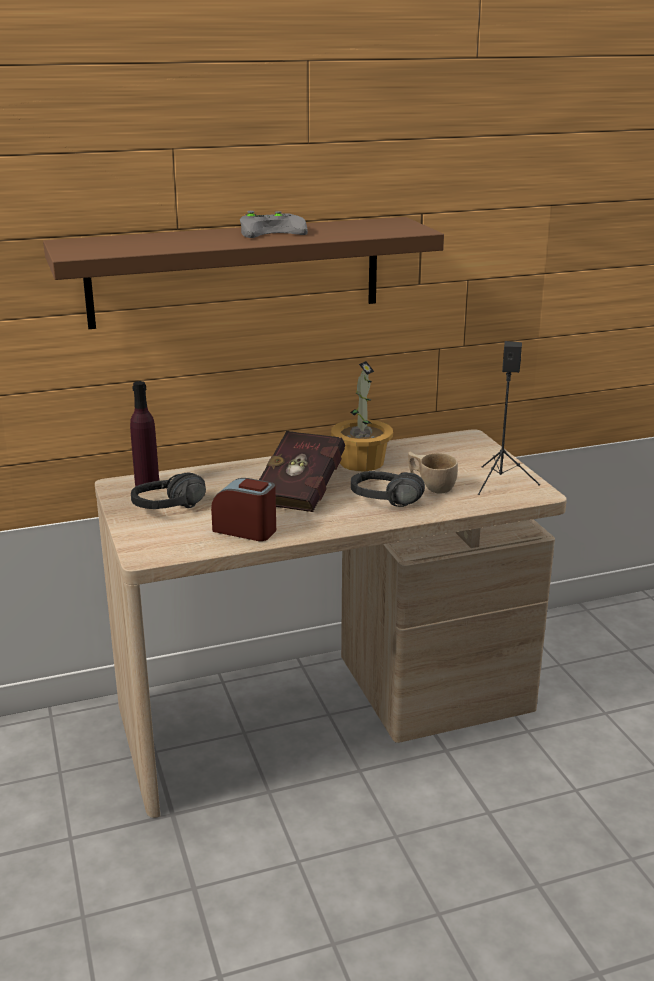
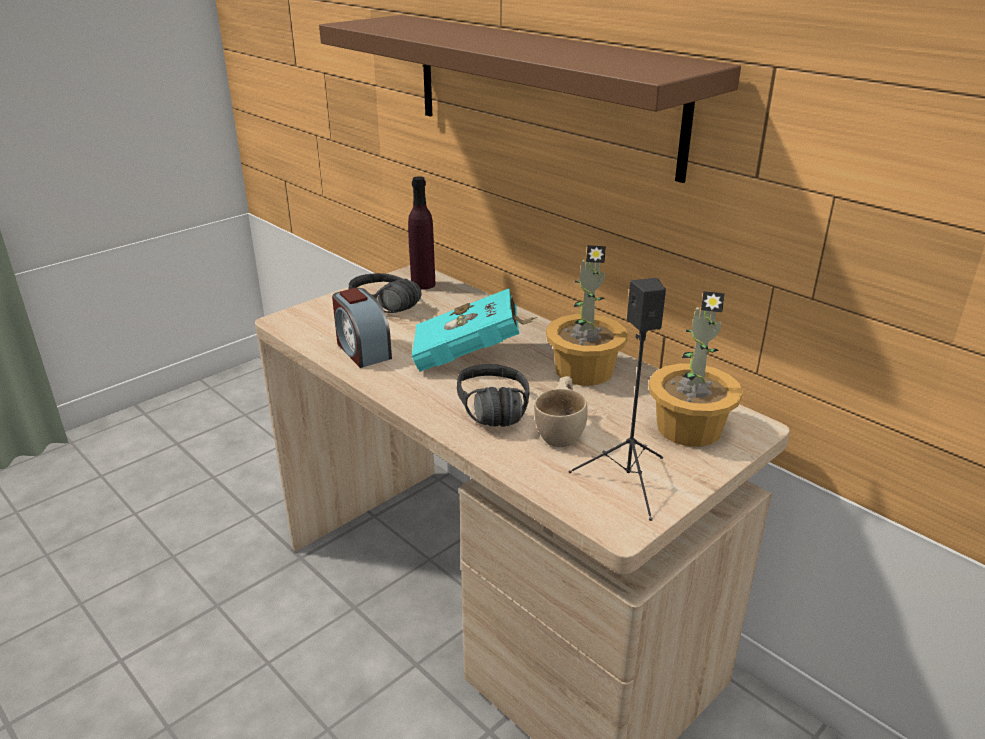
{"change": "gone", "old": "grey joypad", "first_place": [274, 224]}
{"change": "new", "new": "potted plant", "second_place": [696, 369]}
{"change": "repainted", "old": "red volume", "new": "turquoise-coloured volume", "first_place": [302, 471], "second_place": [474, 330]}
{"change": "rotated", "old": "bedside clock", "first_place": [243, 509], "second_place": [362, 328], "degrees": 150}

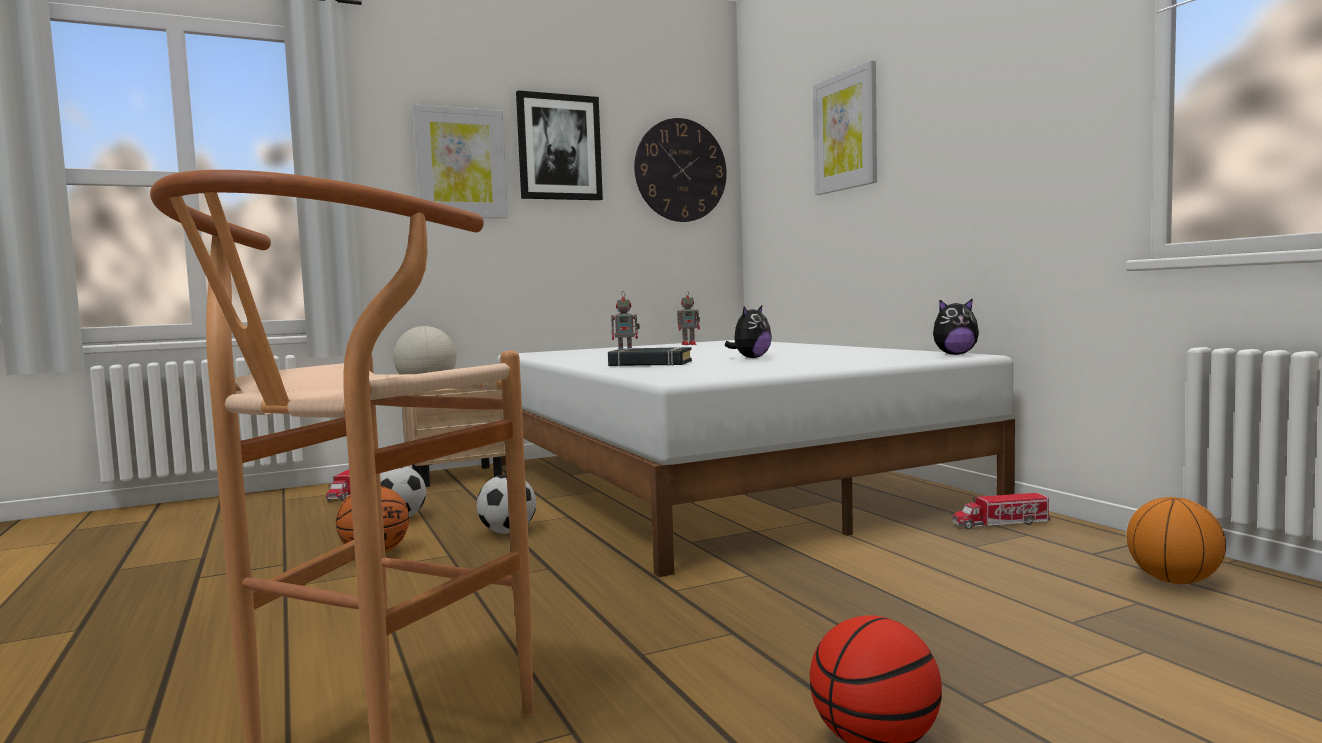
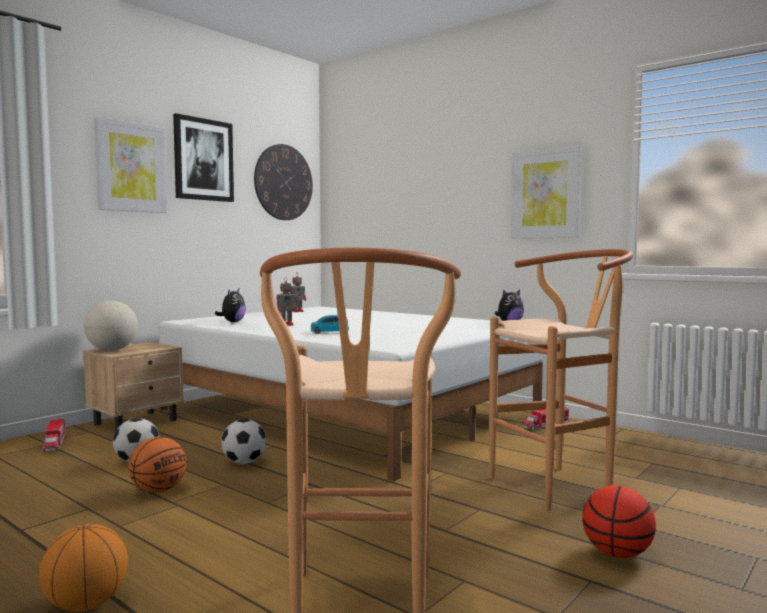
{"change": "new", "new": "brown stool", "second_place": [561, 379]}
{"change": "shifted", "old": "soft toy", "first_place": [748, 332], "second_place": [230, 305]}
{"change": "shifted", "old": "picture", "first_place": [845, 127], "second_place": [546, 192]}
{"change": "shifted", "old": "basketball", "first_place": [1176, 540], "second_place": [83, 568]}
{"change": "swapped", "old": "black volume", "new": "blue model car", "first_place": [650, 356], "second_place": [330, 324]}

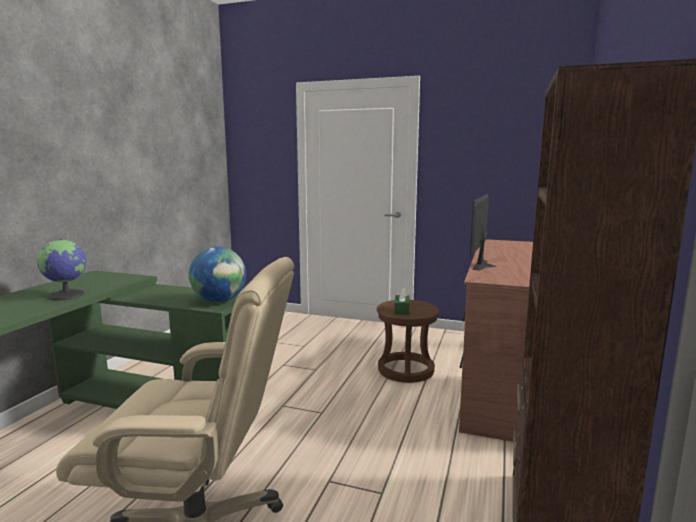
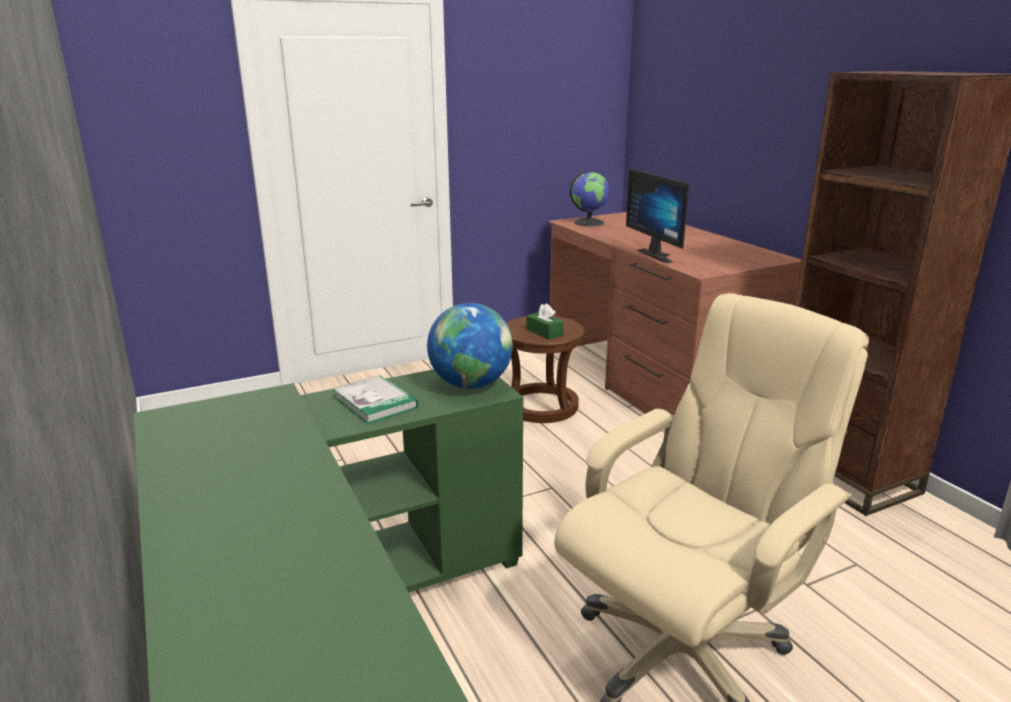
{"change": "new", "new": "volume", "second_place": [375, 399]}
{"change": "shifted", "old": "desk globe", "first_place": [61, 270], "second_place": [589, 199]}

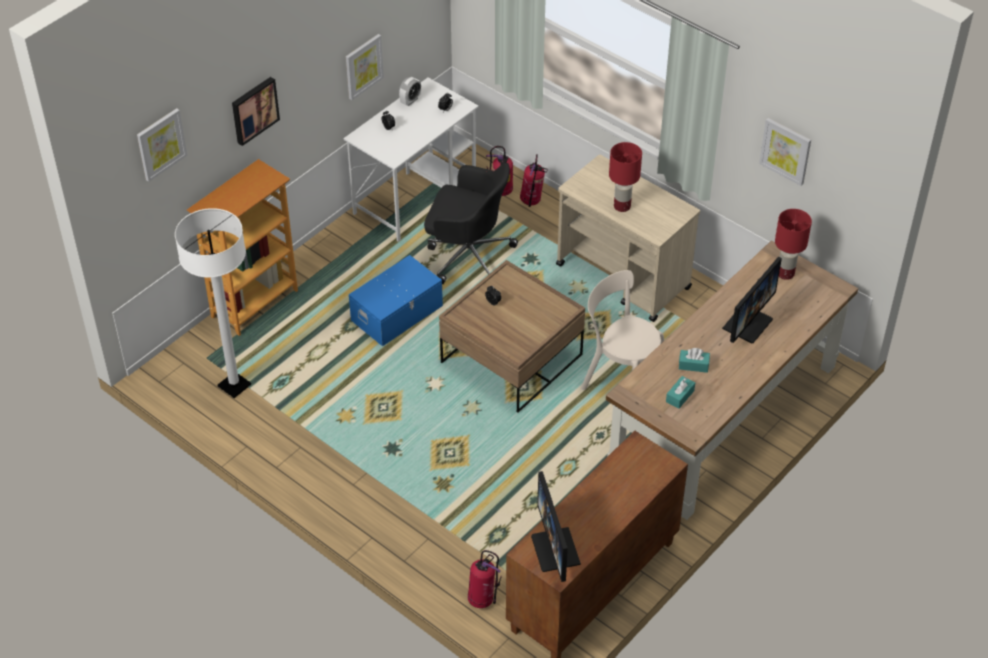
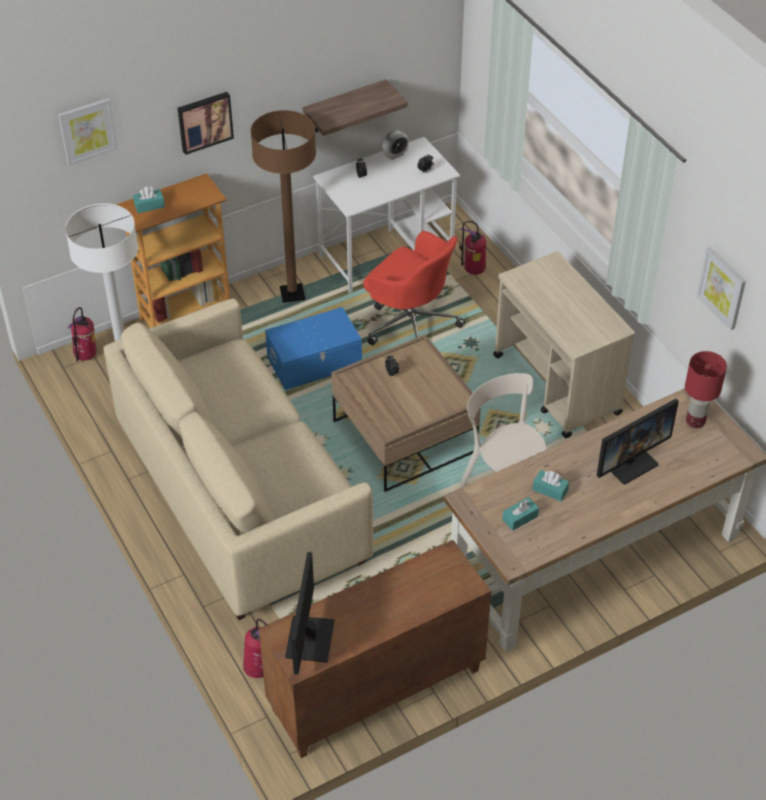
{"change": "gone", "old": "red lamp for a table", "first_place": [625, 177]}
{"change": "new", "new": "sand-coloured settee", "second_place": [239, 459]}
{"change": "new", "new": "turquoise-coloured box of tissues", "second_place": [149, 199]}
{"change": "new", "new": "brown standard lamp", "second_place": [283, 206]}
{"change": "shifted", "old": "extinguisher", "first_place": [534, 180], "second_place": [81, 334]}
{"change": "swapped", "old": "picture", "new": "shelf", "first_place": [365, 67], "second_place": [355, 107]}
{"change": "repainted", "old": "black desk chair", "new": "red desk chair", "first_place": [471, 223], "second_place": [414, 288]}

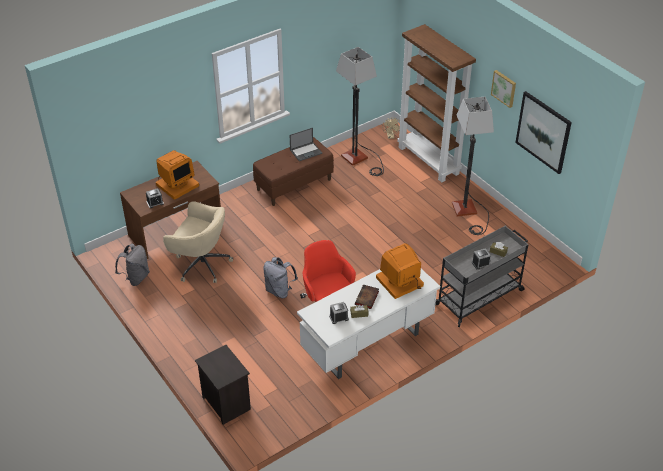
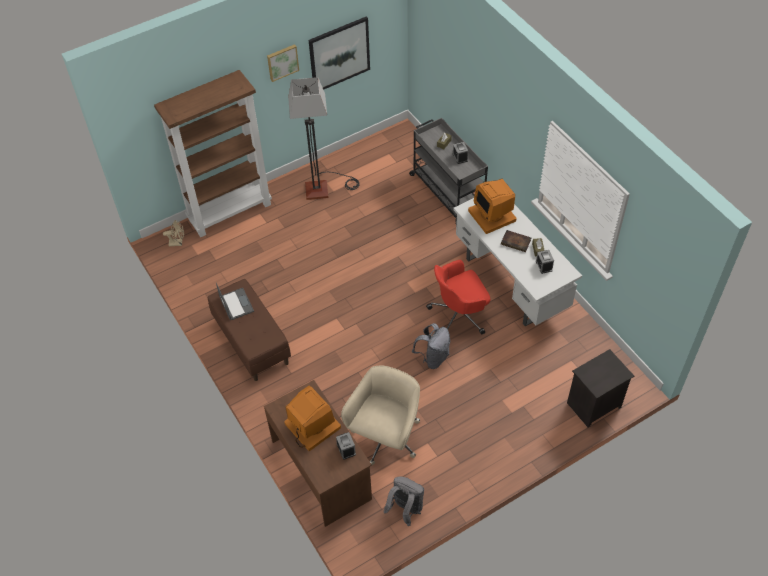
{"change": "gone", "old": "standard lamp", "first_place": [360, 111]}

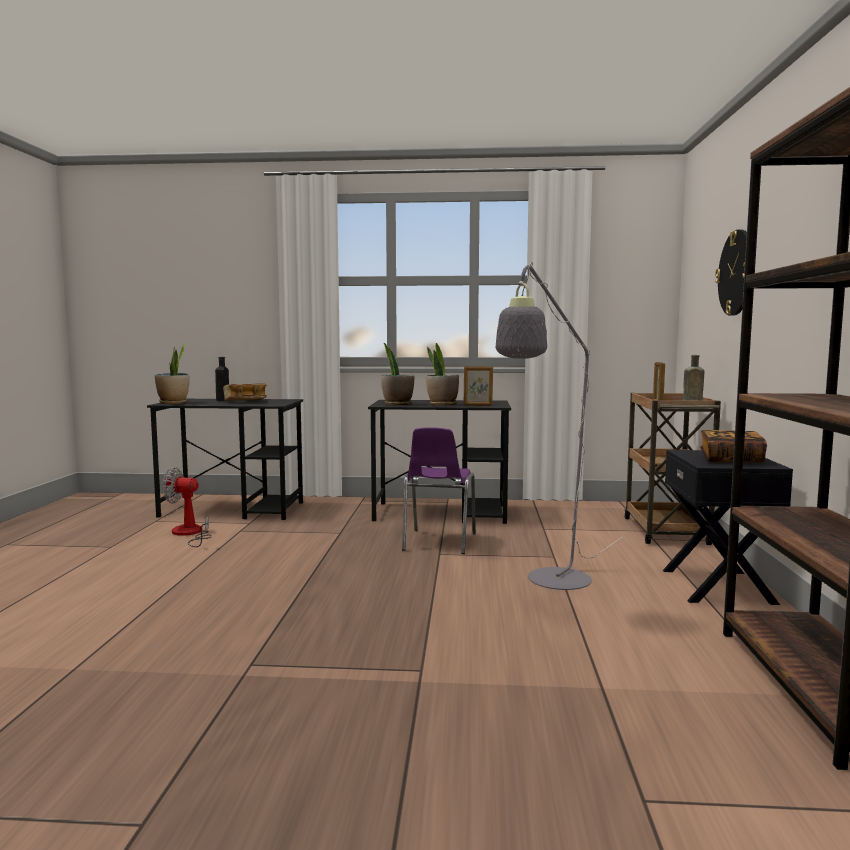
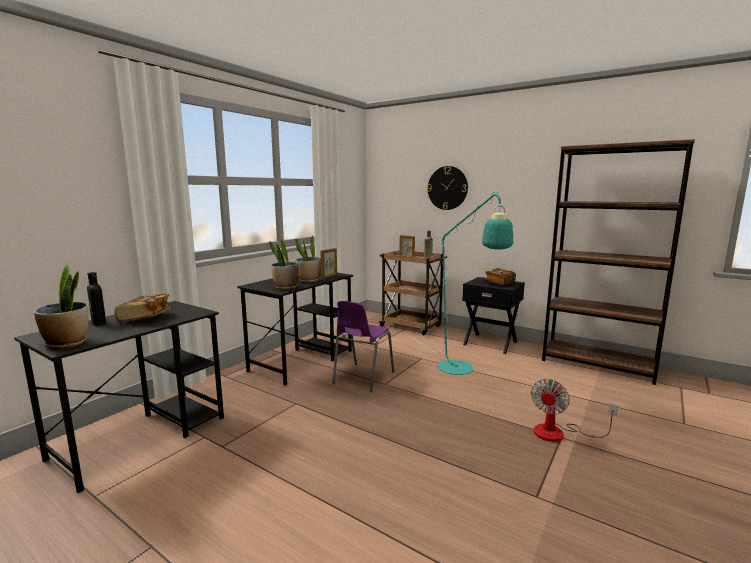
{"change": "shifted", "old": "electric fan", "first_place": [187, 507], "second_place": [574, 410]}
{"change": "repainted", "old": "grey standard lamp", "new": "turquoise-coloured standard lamp", "first_place": [559, 426], "second_place": [462, 283]}
{"change": "rotated", "old": "purplish chair", "first_place": [439, 490], "second_place": [363, 346], "degrees": 75}

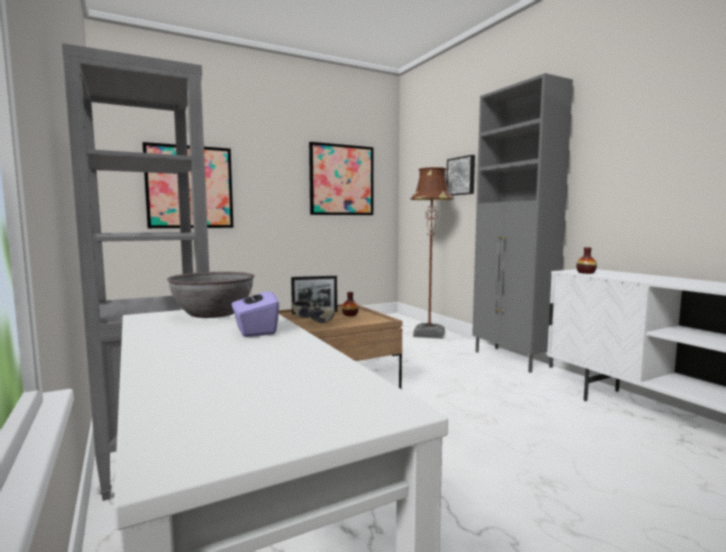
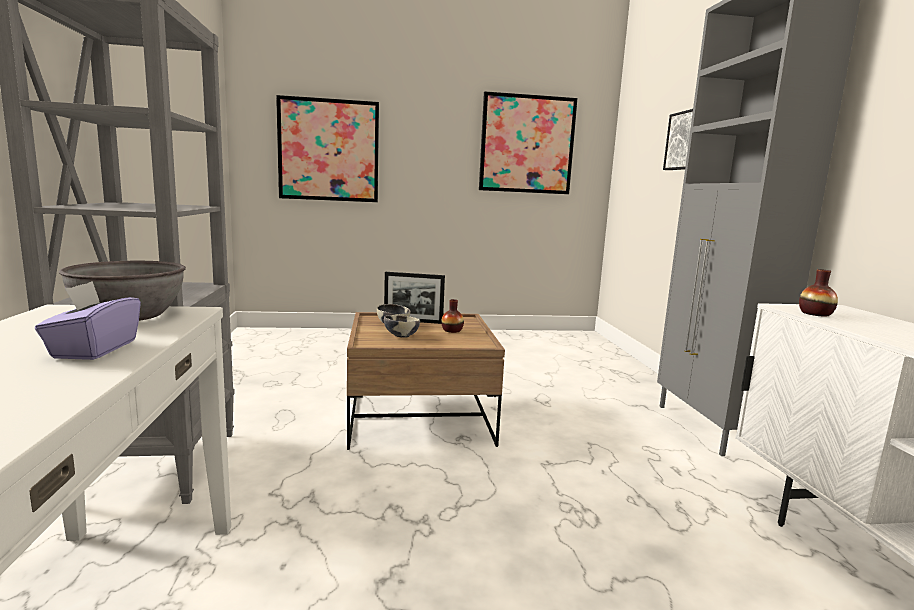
{"change": "gone", "old": "brown standard lamp", "first_place": [432, 253]}

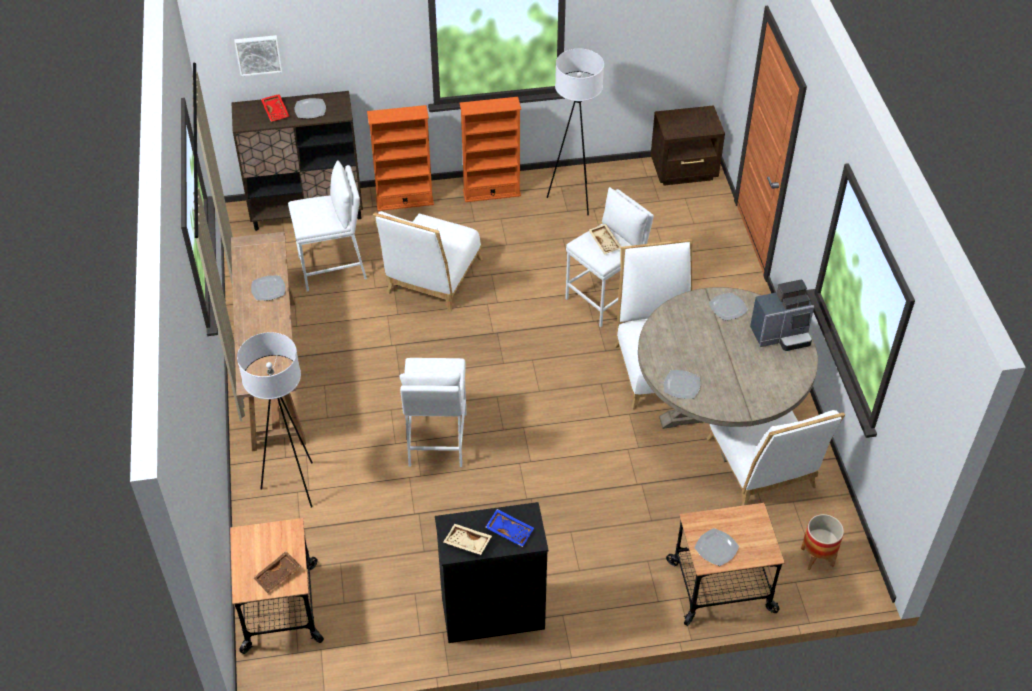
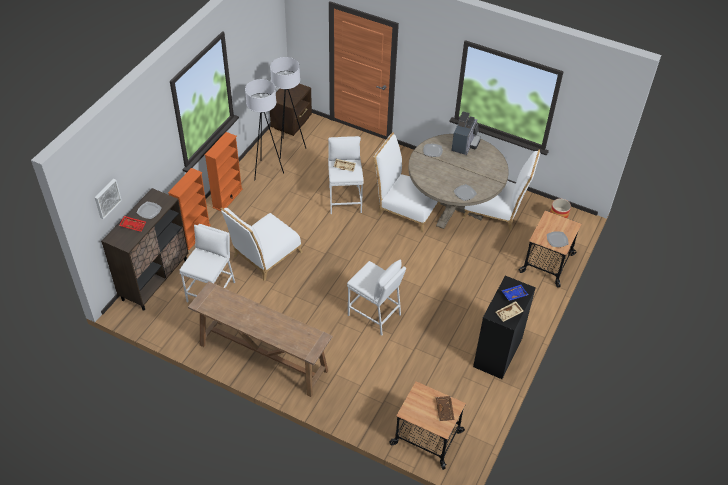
{"change": "gone", "old": "plate", "first_place": [268, 288]}
{"change": "shifted", "old": "white standard lamp", "first_place": [275, 420], "second_place": [288, 108]}
{"change": "rotated", "old": "white chair", "first_place": [428, 261], "second_place": [261, 244], "degrees": 75}

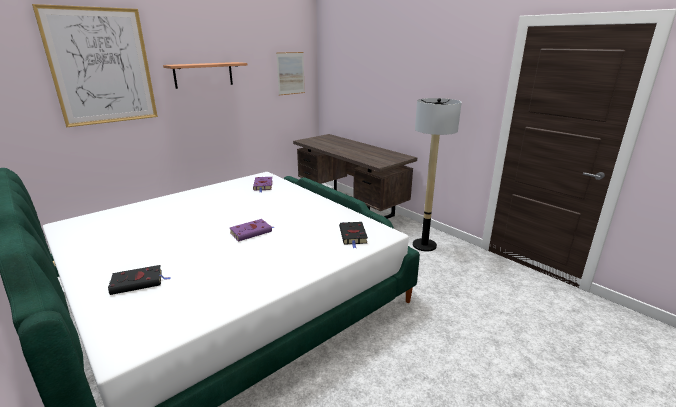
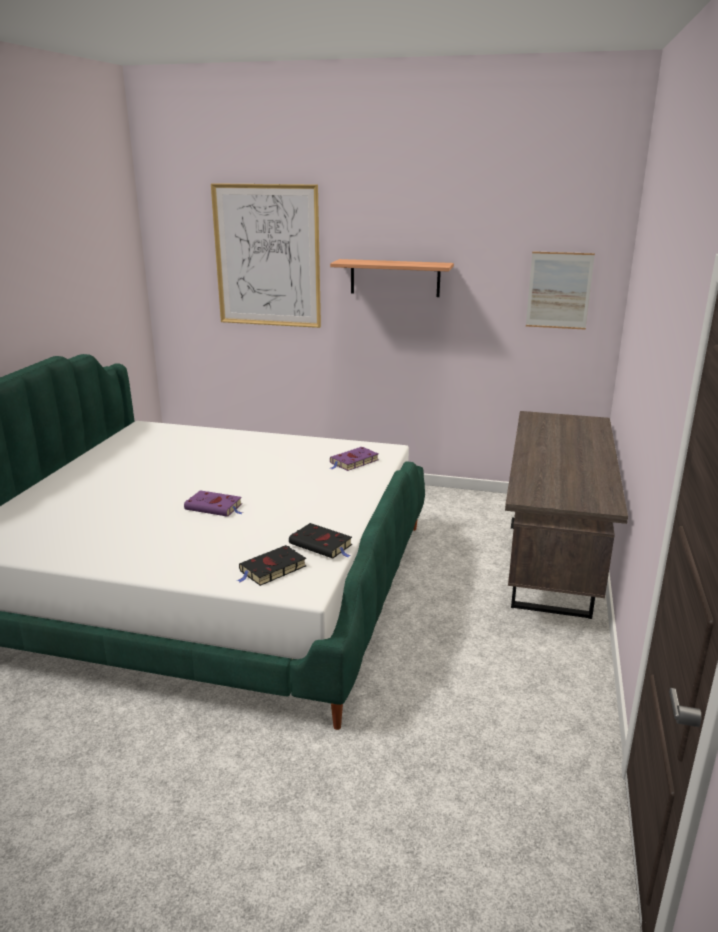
{"change": "gone", "old": "standard lamp", "first_place": [437, 175]}
{"change": "shifted", "old": "black volume", "first_place": [139, 280], "second_place": [320, 541]}

